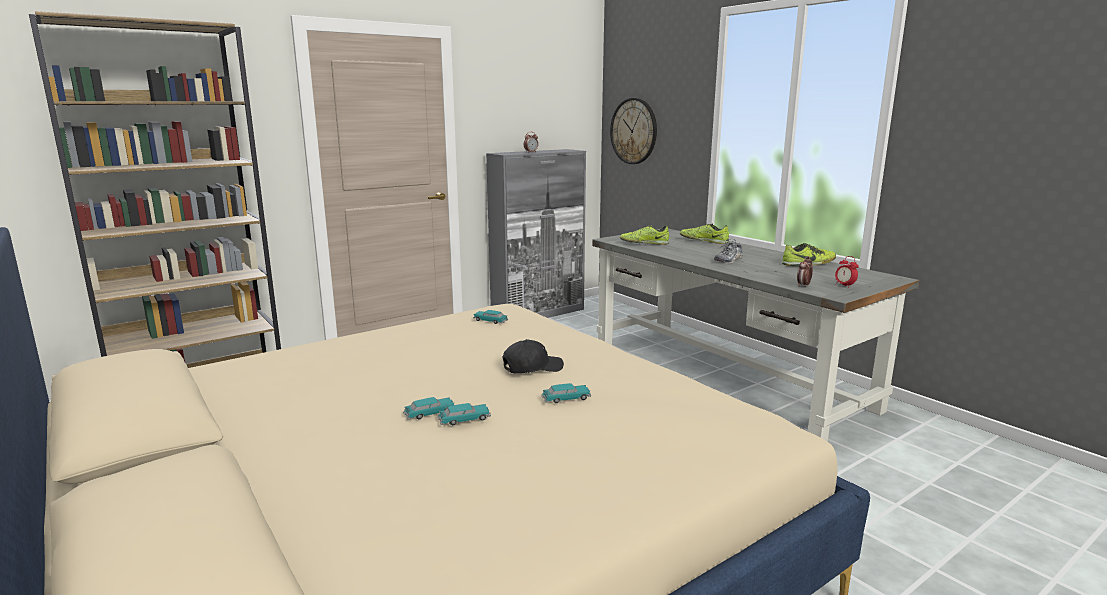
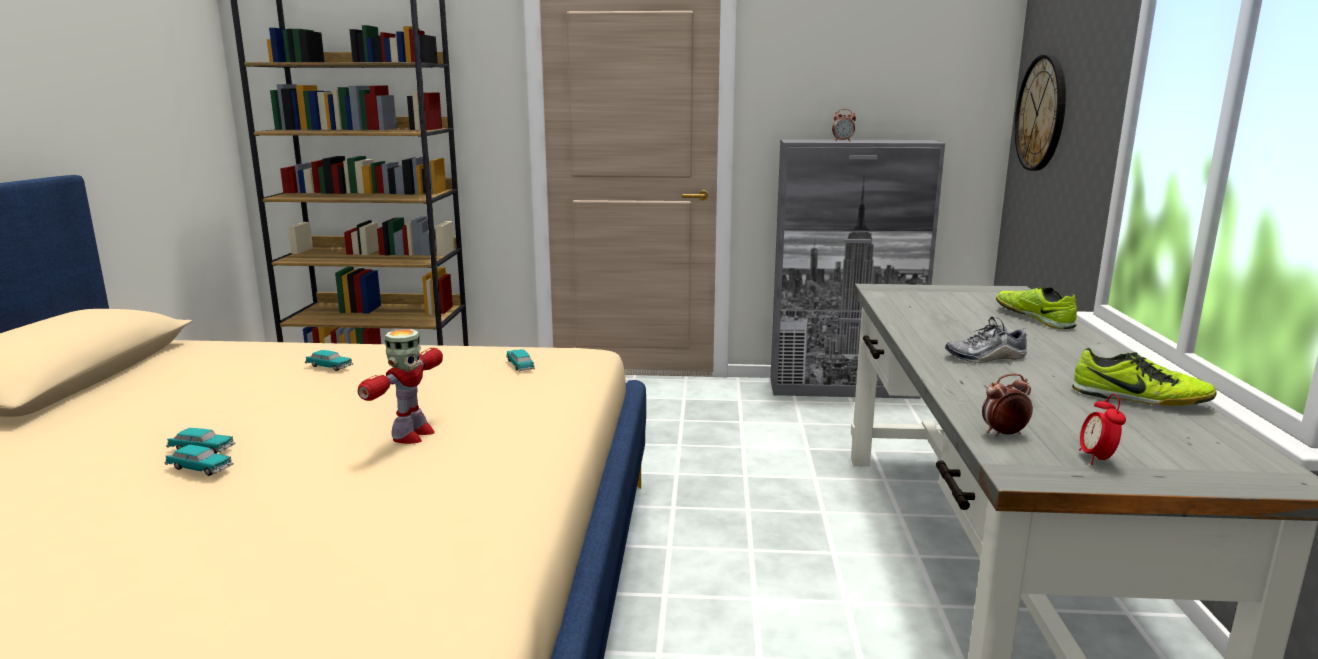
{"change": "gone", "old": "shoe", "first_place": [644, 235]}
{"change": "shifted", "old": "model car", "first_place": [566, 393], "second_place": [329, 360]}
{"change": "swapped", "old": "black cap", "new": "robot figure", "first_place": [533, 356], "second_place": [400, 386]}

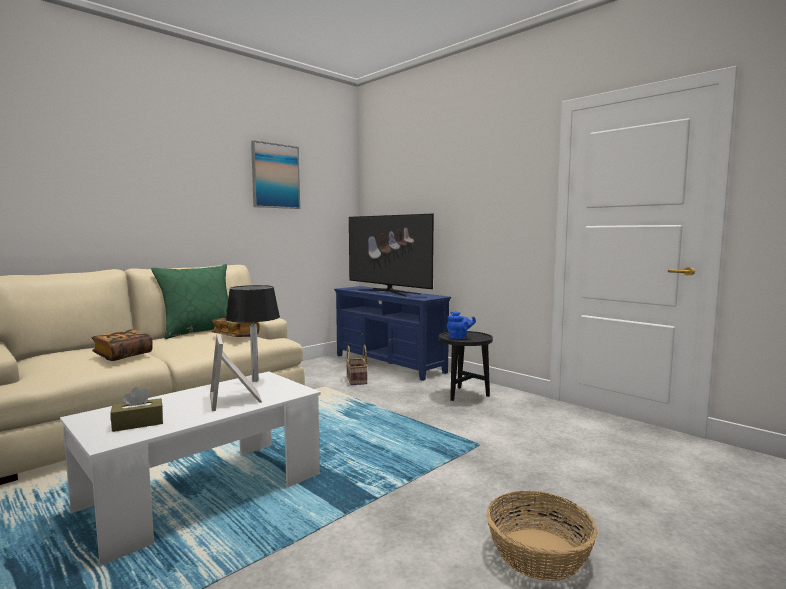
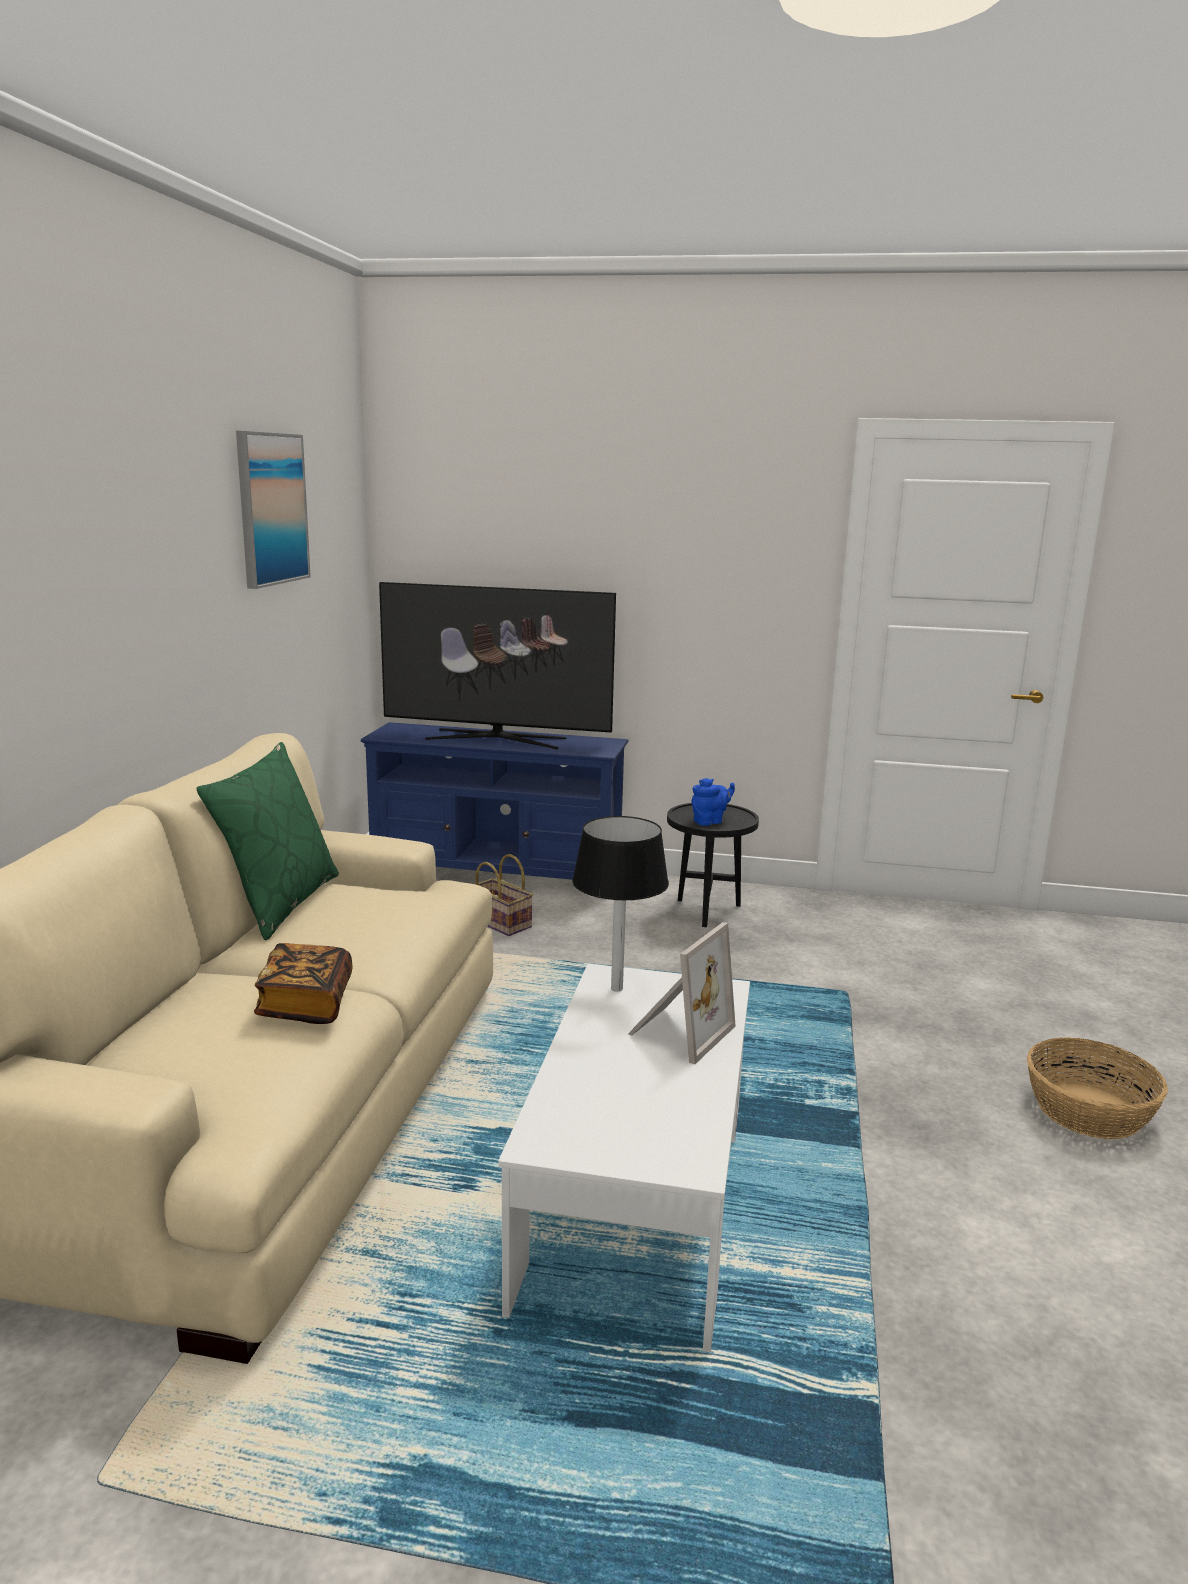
{"change": "gone", "old": "brown box of tissues", "first_place": [136, 409]}
{"change": "gone", "old": "volume", "first_place": [235, 327]}
{"change": "rotated", "old": "standing frame", "first_place": [236, 372], "second_place": [681, 993], "degrees": -90}

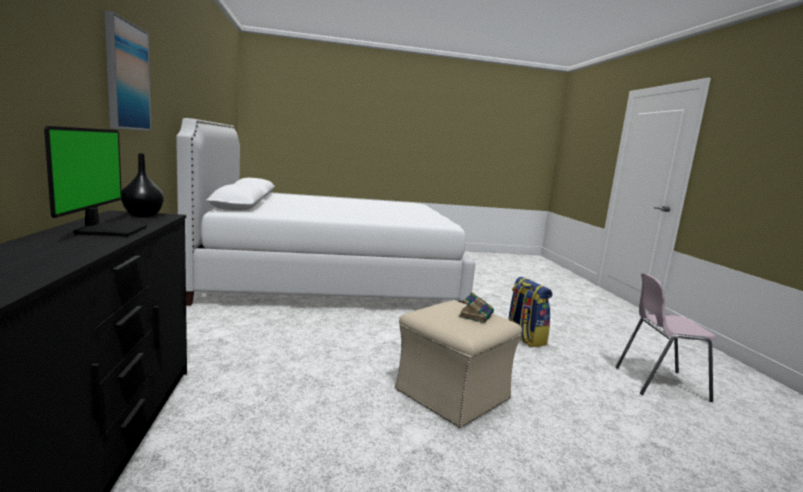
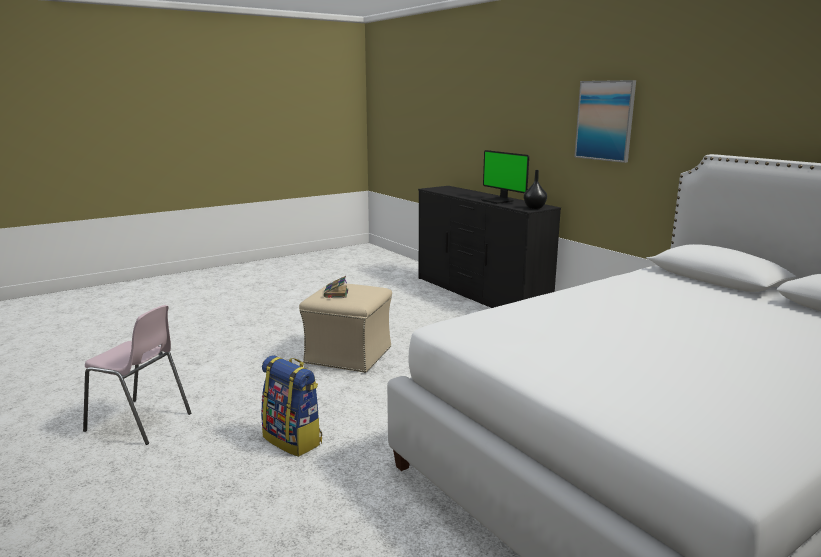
{"change": "rotated", "old": "pink chair", "first_place": [666, 337], "second_place": [137, 375], "degrees": 45}

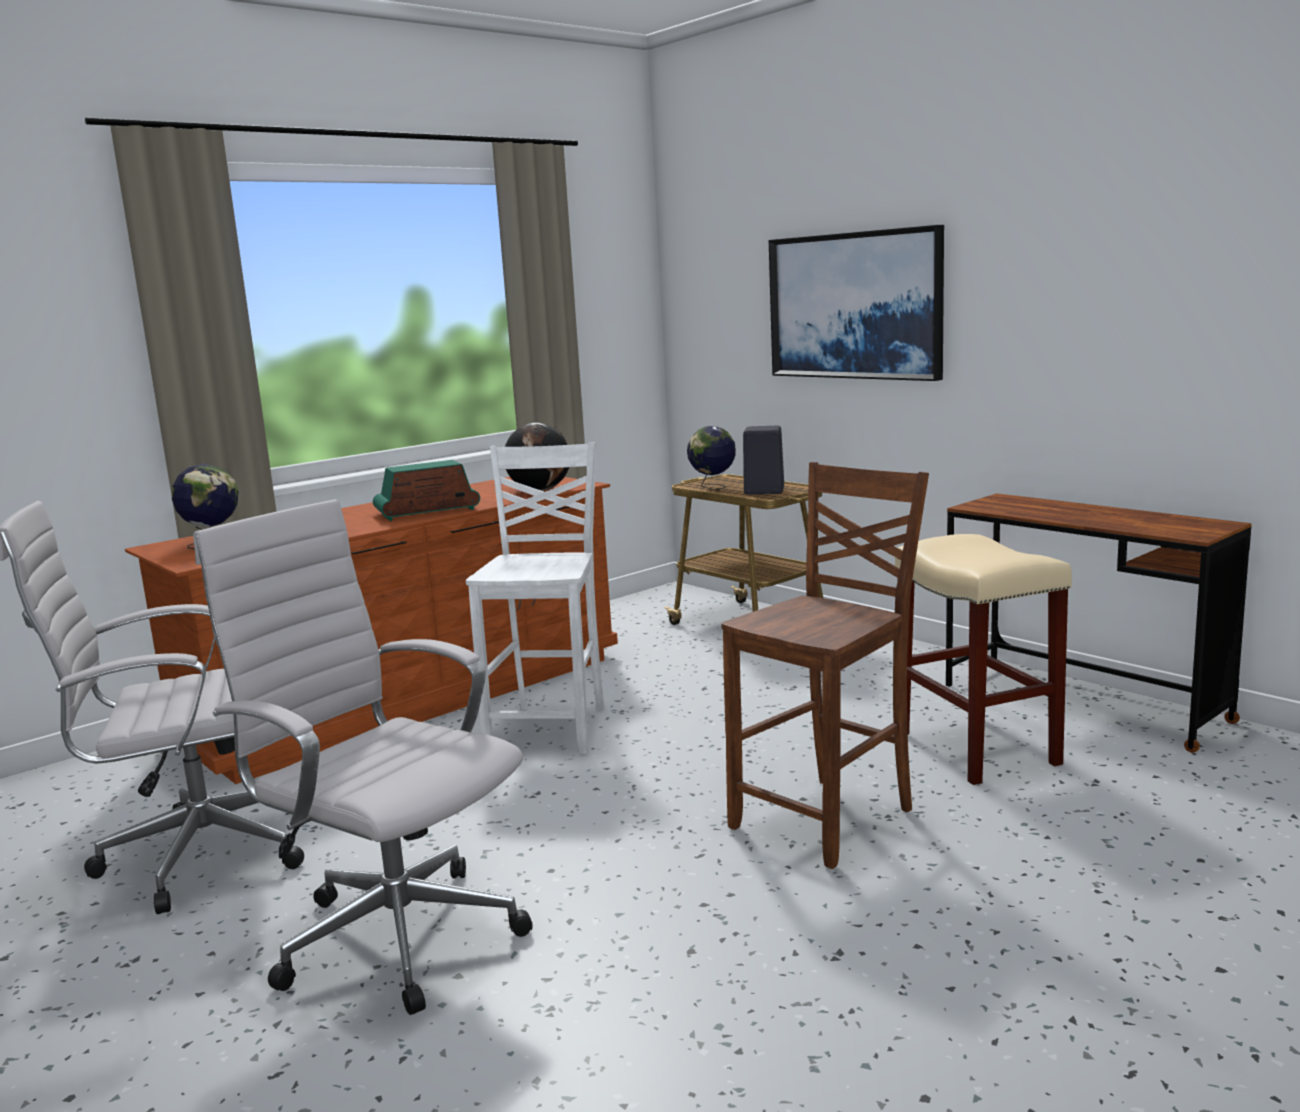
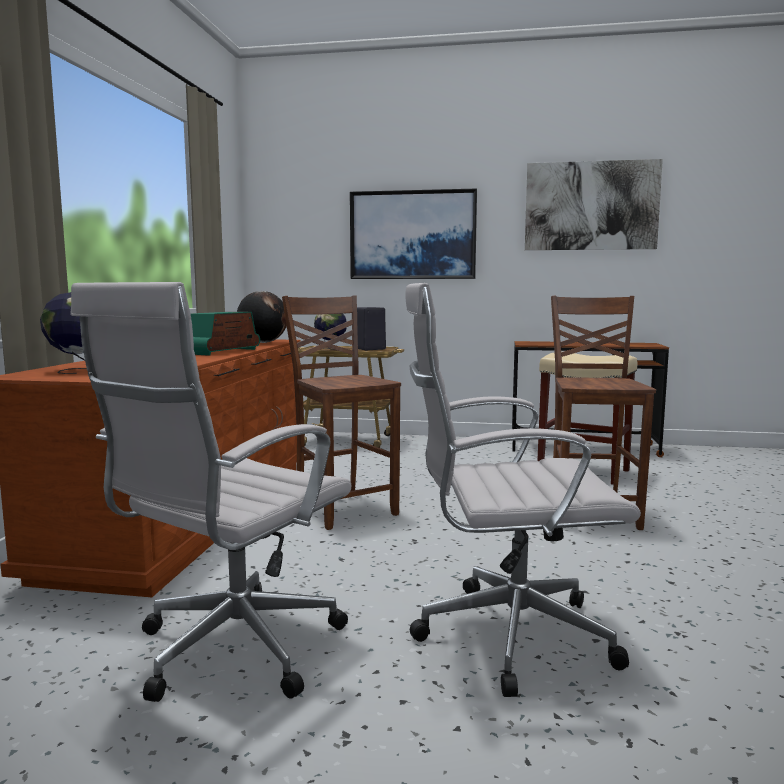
{"change": "new", "new": "picture", "second_place": [594, 204]}
{"change": "repainted", "old": "white chair", "new": "brown chair", "first_place": [535, 598], "second_place": [341, 412]}

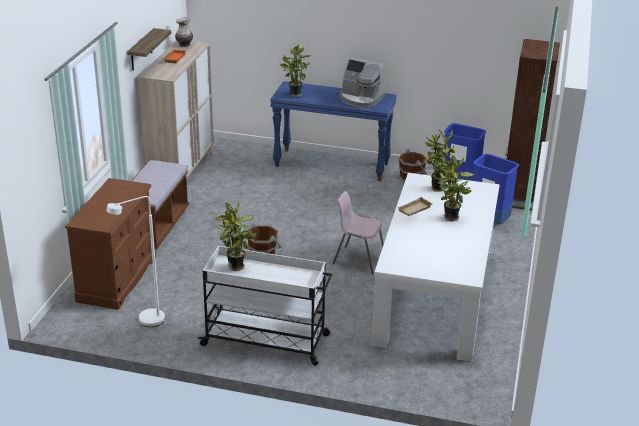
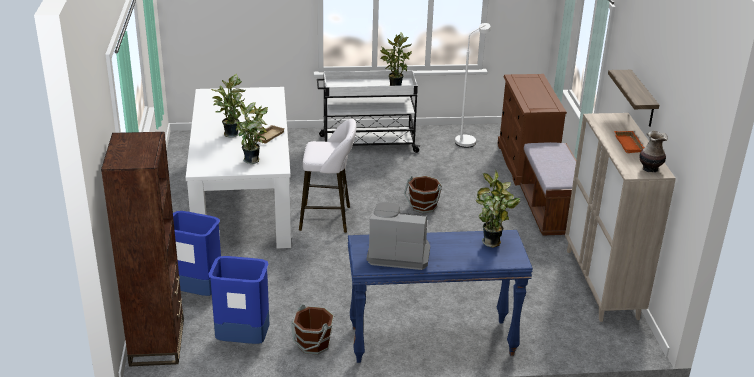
{"change": "swapped", "old": "pink chair", "new": "white stool", "first_place": [358, 233], "second_place": [327, 176]}

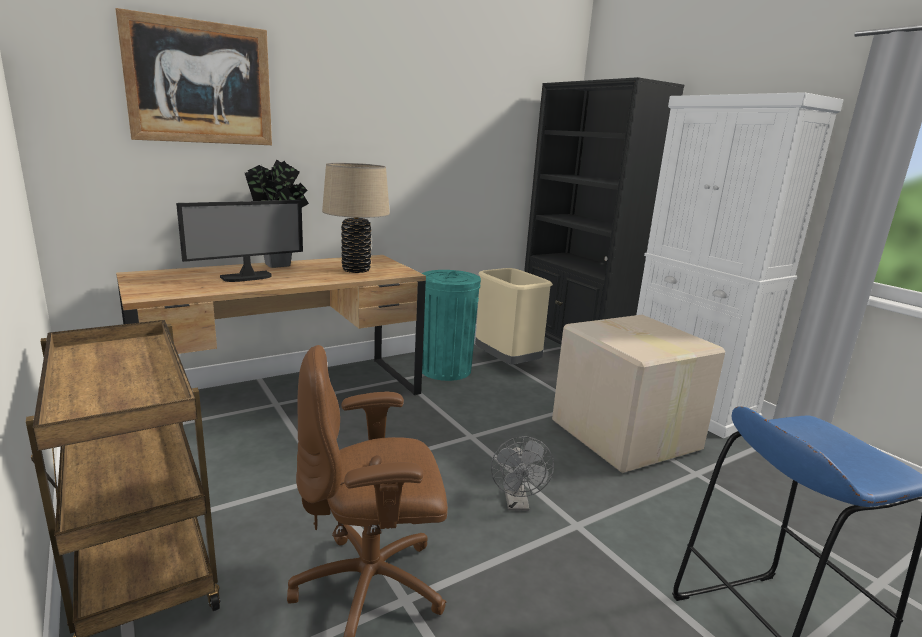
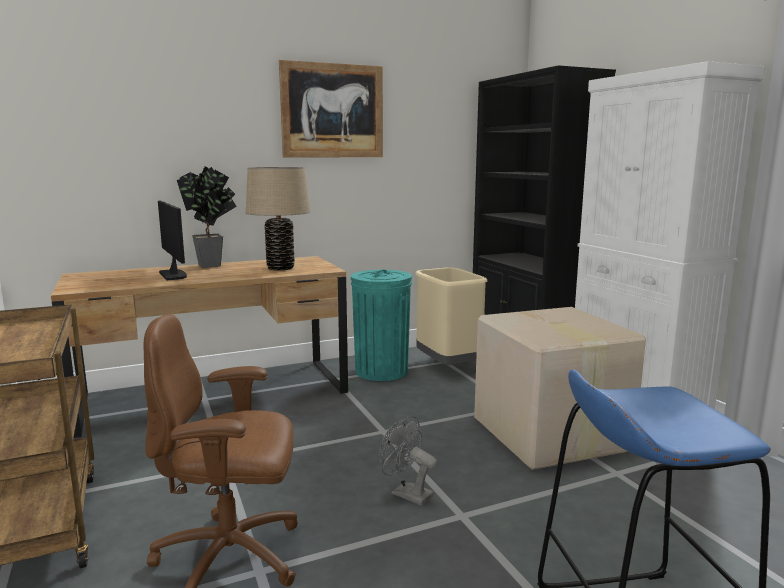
{"change": "shifted", "old": "picture", "first_place": [193, 76], "second_place": [331, 108]}
{"change": "rotated", "old": "monitor", "first_place": [239, 241], "second_place": [172, 241], "degrees": -90}
{"change": "rotated", "old": "grey electric fan", "first_place": [522, 473], "second_place": [408, 461], "degrees": 120}

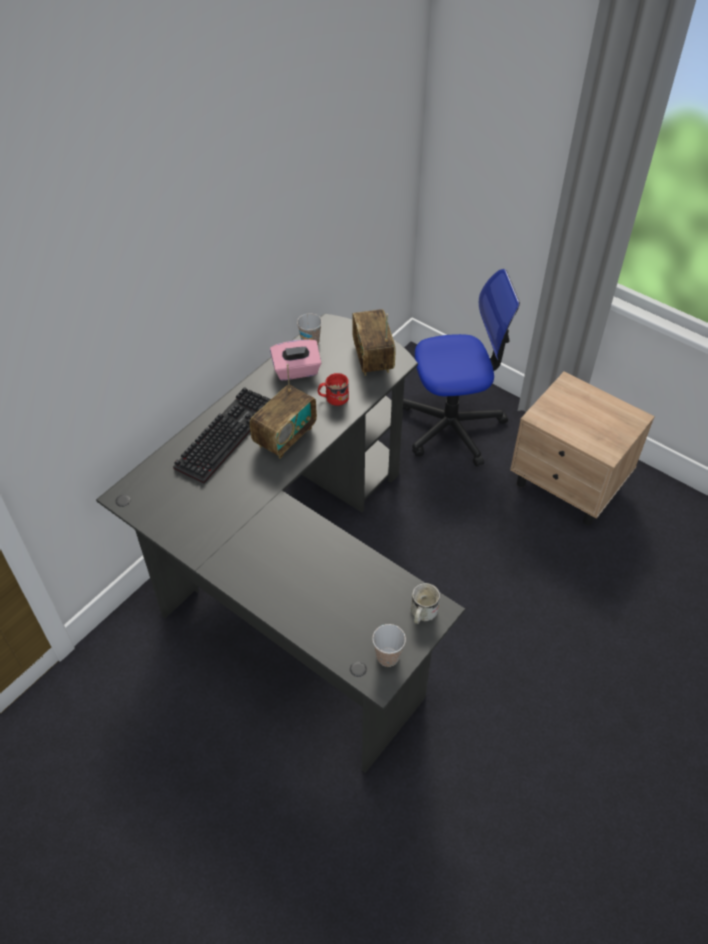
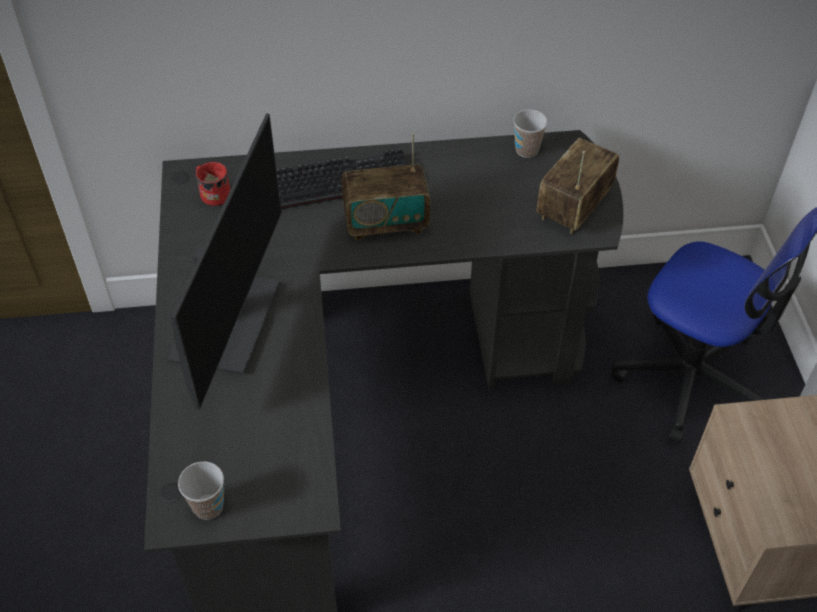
{"change": "gone", "old": "pink box of tissues", "first_place": [296, 359]}
{"change": "gone", "old": "white tea mug", "first_place": [425, 603]}
{"change": "new", "new": "monitor", "second_place": [224, 262]}
{"change": "shifted", "old": "red tea mug", "first_place": [333, 389], "second_place": [213, 184]}

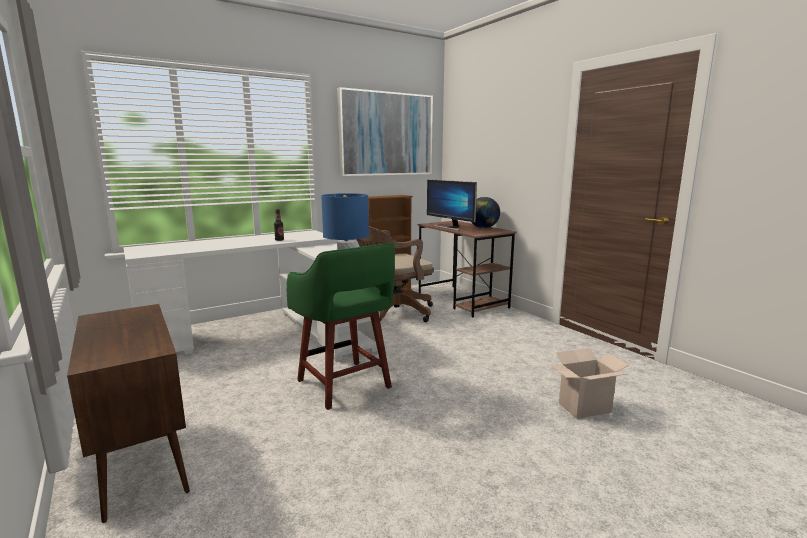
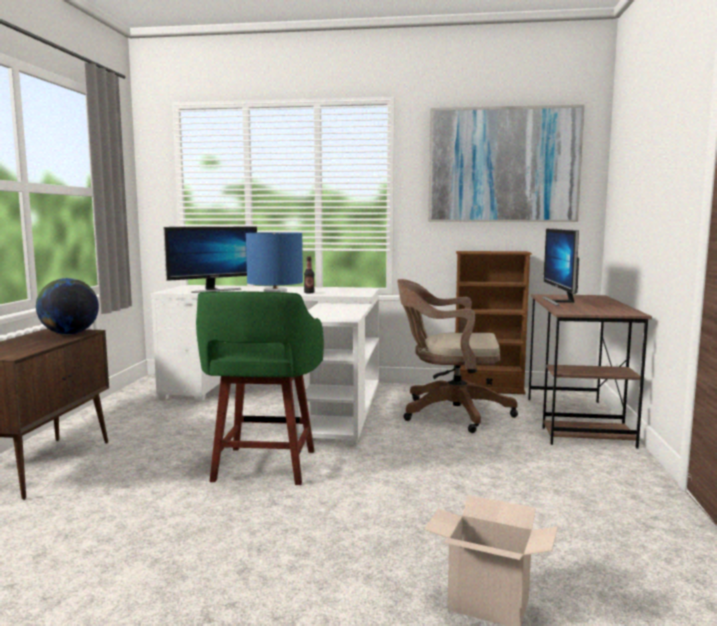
{"change": "new", "new": "monitor", "second_place": [210, 259]}
{"change": "shifted", "old": "desk globe", "first_place": [486, 212], "second_place": [67, 306]}

